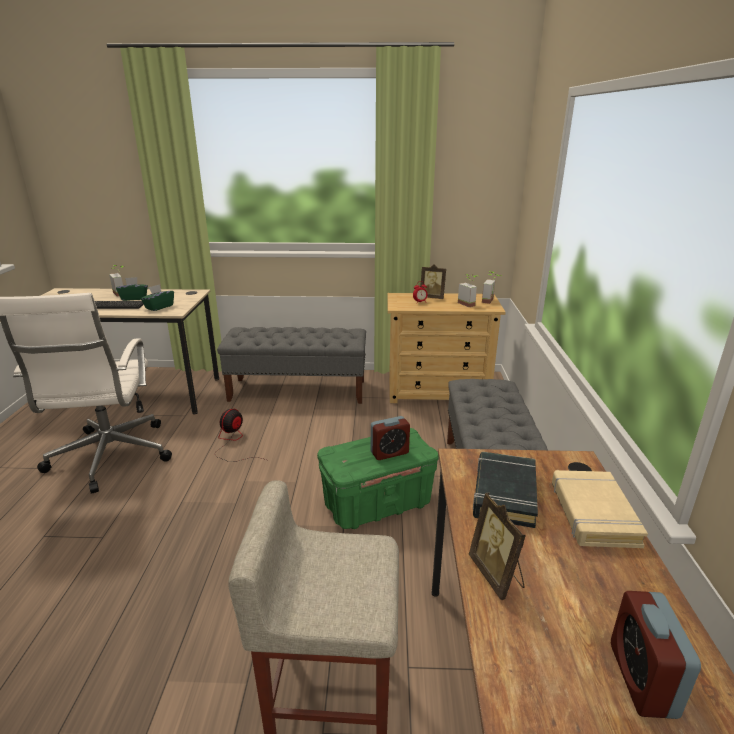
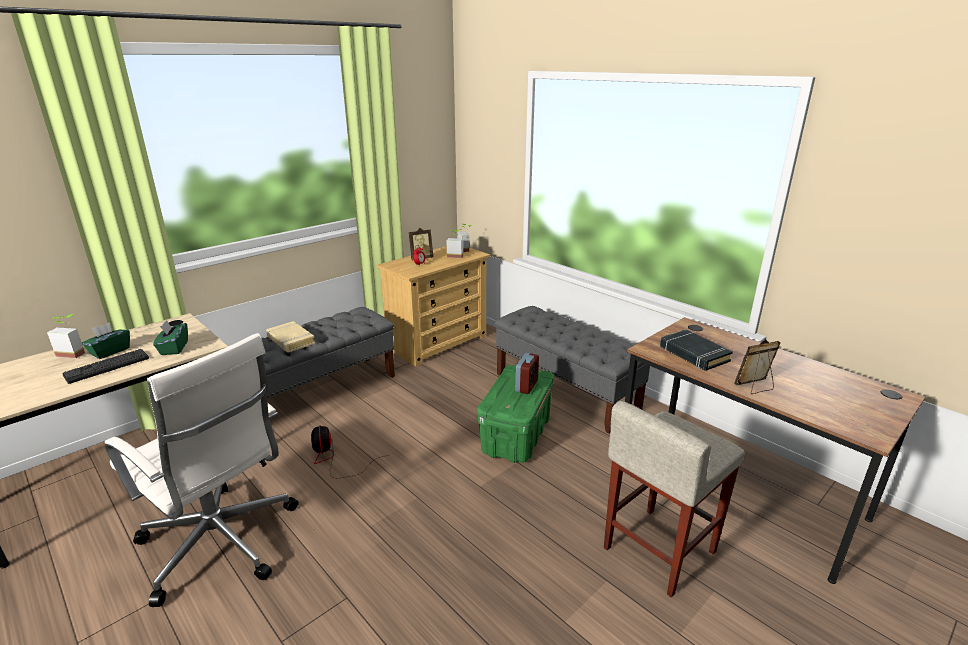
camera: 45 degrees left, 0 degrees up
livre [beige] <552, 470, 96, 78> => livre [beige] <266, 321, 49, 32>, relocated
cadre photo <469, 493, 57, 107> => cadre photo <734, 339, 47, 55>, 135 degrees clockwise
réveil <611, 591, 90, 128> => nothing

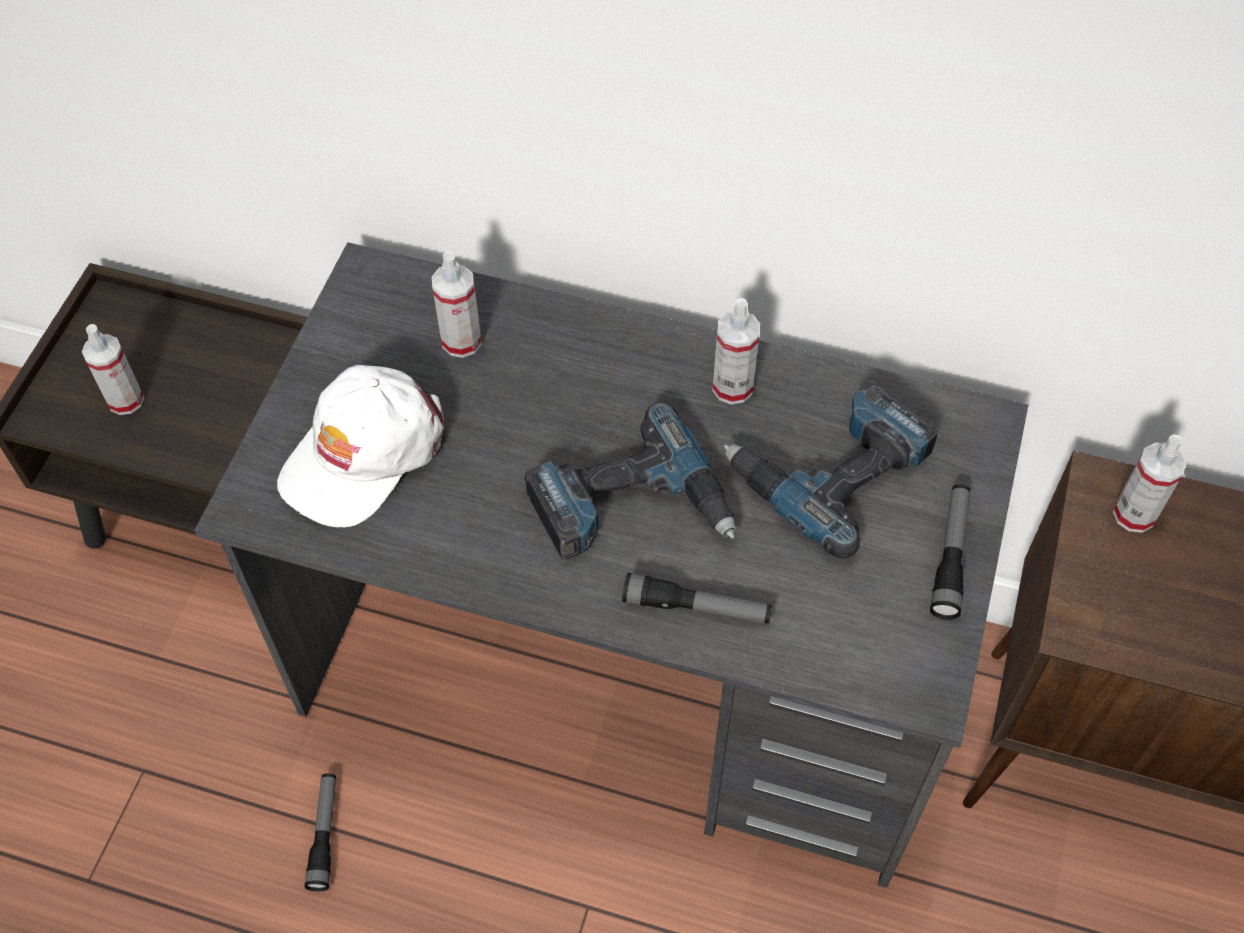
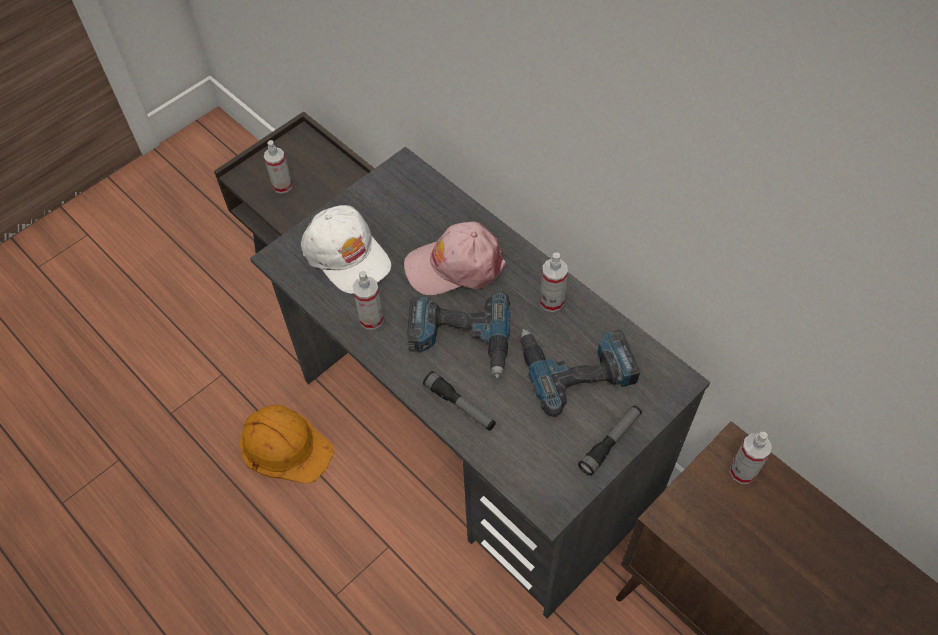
camera: 30 degrees right, 0 degrees up
lampe de poche <304, 773, 32, 118> => casque de chantier [orange] <240, 405, 95, 79>
casquette [blanc] <277, 365, 167, 163> => casquette [blanc] <301, 205, 90, 89>, 105 degrees counterclockwise
vaporisateur <432, 250, 50, 108> => vaporisateur <352, 271, 32, 59>, relocated
nothing => casquette [rose] <404, 222, 102, 73>

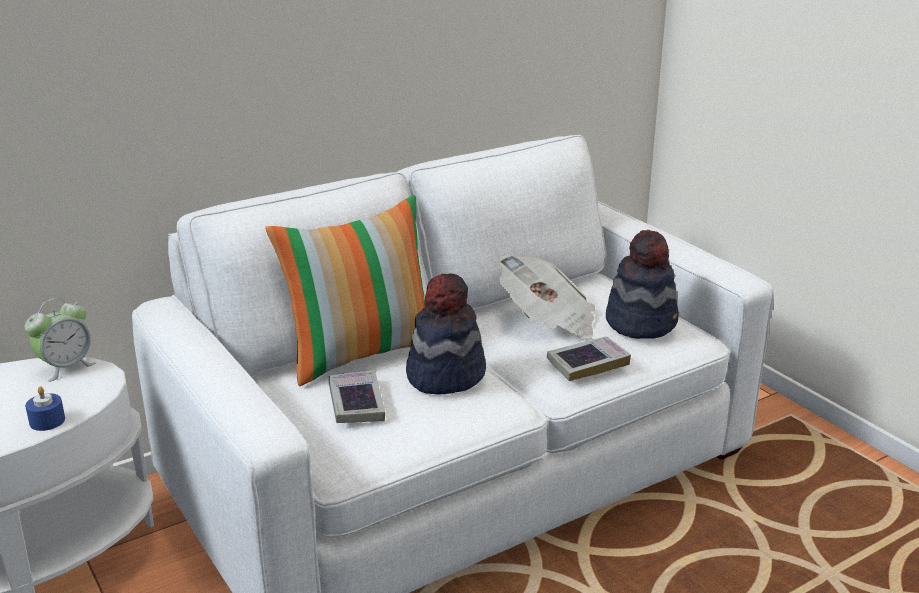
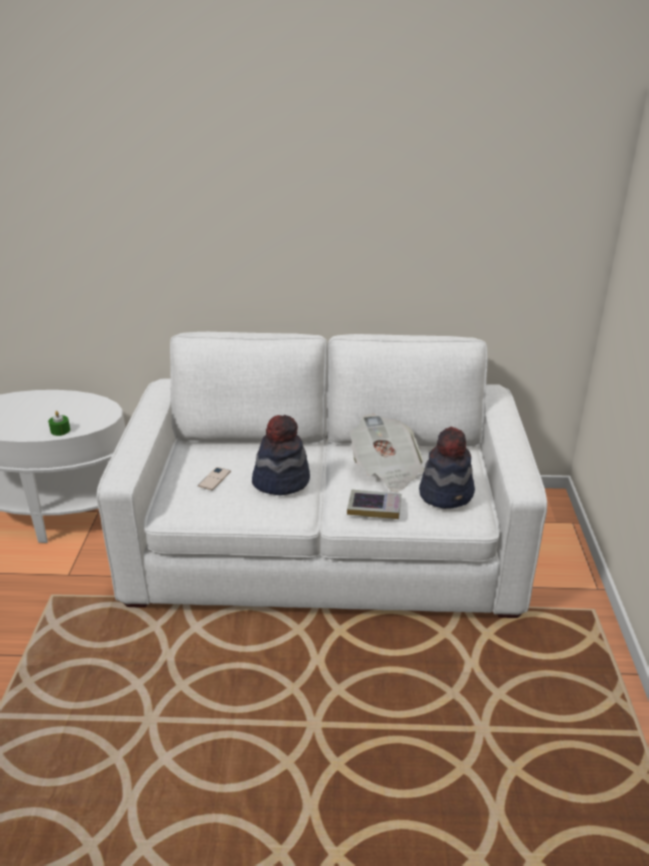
camera: 35 degrees right, 5 degrees up
bougie [bleu] <25, 386, 40, 45> => bougie [vert] <48, 411, 22, 25>
livre <329, 370, 56, 53> => téléphone <198, 467, 33, 23>
réveil <25, 298, 71, 84> => nothing
coussin <265, 195, 160, 191> => nothing

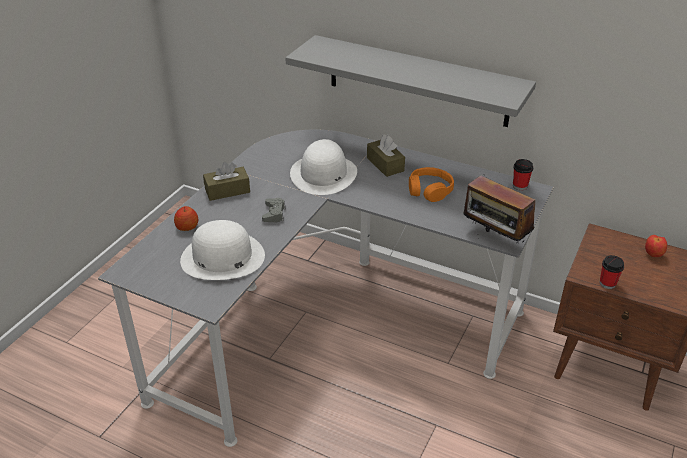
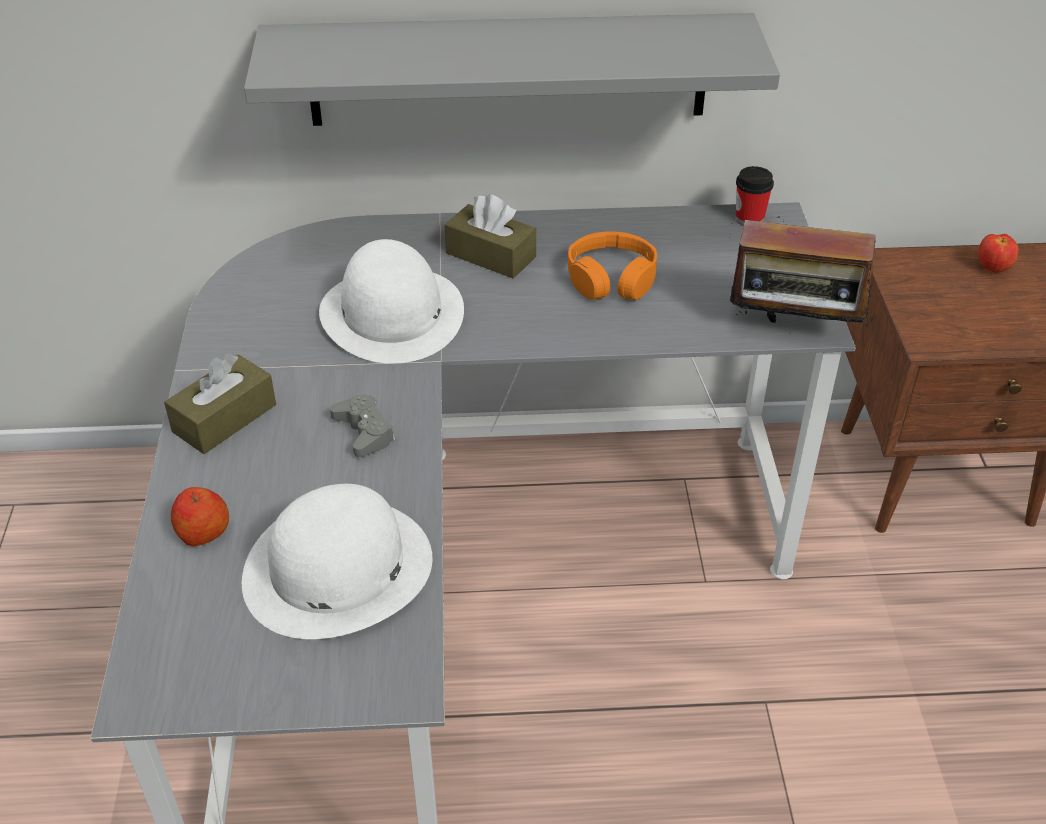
camera: 30 degrees left, 5 degrees up
tasse <600, 255, 24, 34> => nothing

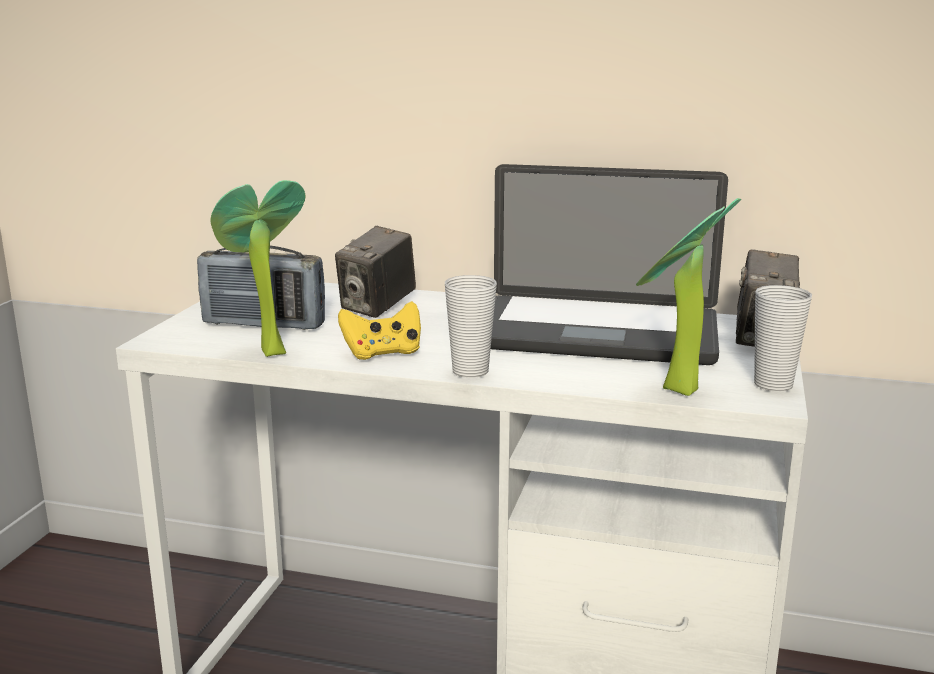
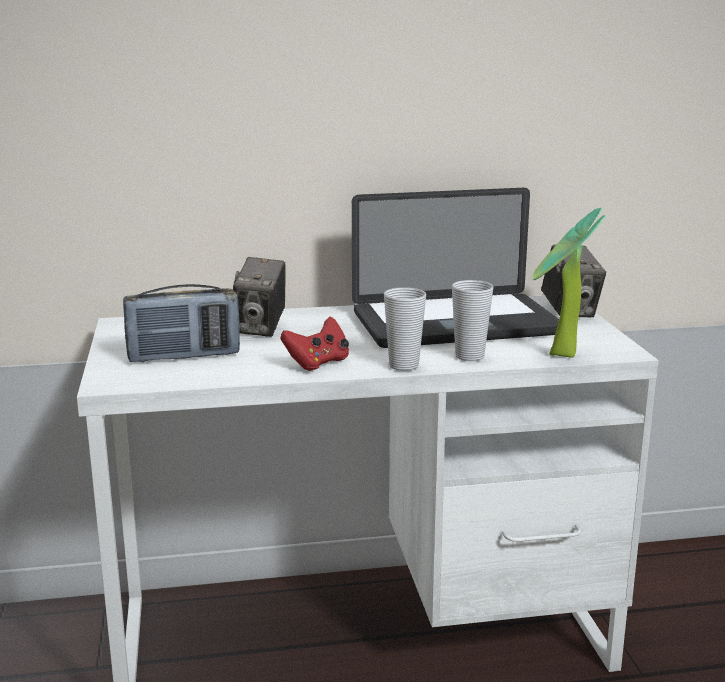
camera: 25 degrees left, 0 degrees up
manette [jaune] <338, 301, 83, 59> => manette [rouge] <280, 317, 69, 54>
tasse <754, 285, 58, 107> => tasse <452, 280, 42, 81>, relocated
plante en pot <211, 180, 94, 177> => nothing

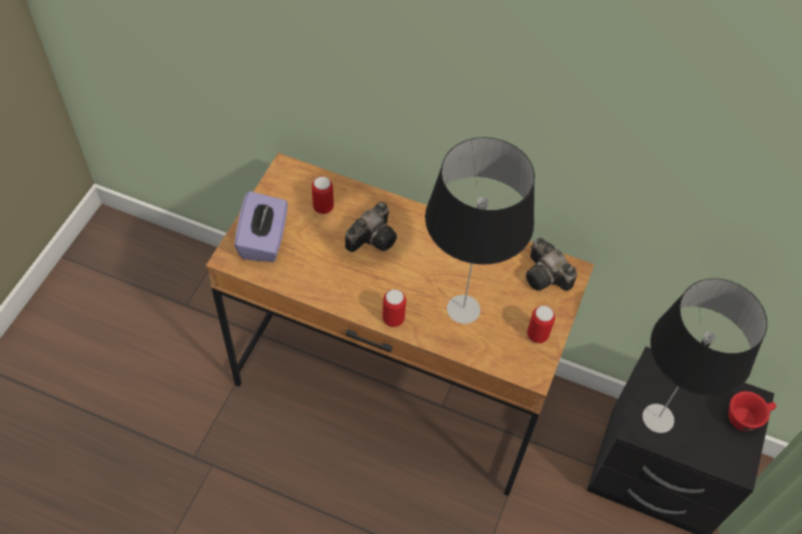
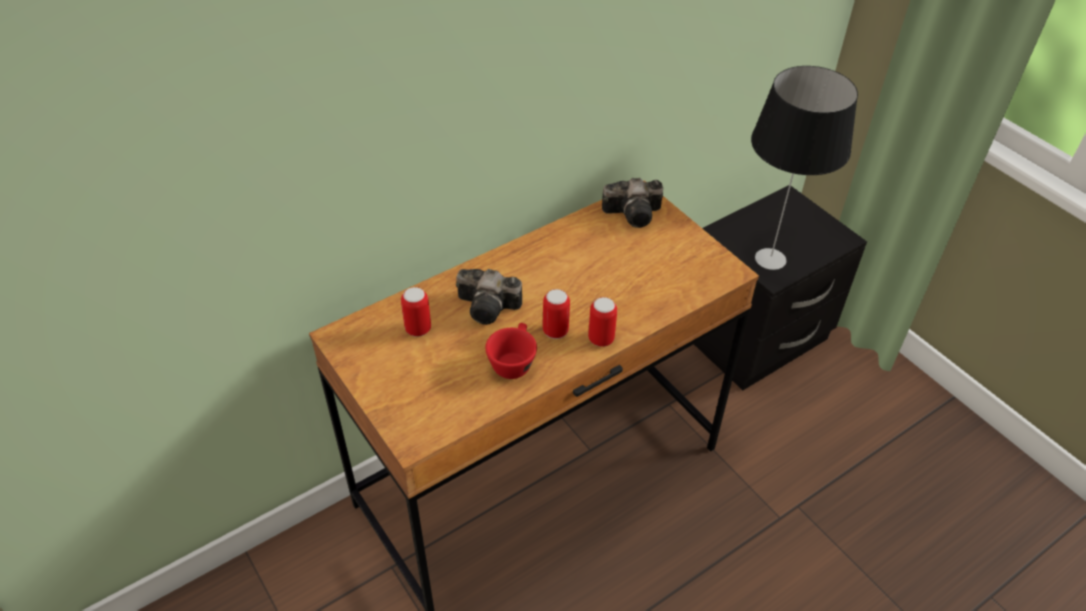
camera: 55 degrees left, 10 degrees down
appareil photo <345, 202, 52, 50> => appareil photo <456, 269, 66, 56>, 120 degrees clockwise
tasse [rouge] <728, 391, 48, 40> => tasse [rouge] <485, 323, 52, 56>, relocated
boîte métallique <527, 306, 28, 38> => boîte métallique <543, 289, 27, 50>, relocated
boîte à mouchoirs [violet] <235, 191, 53, 71> => nothing
lampe de table <425, 137, 110, 187> => nothing

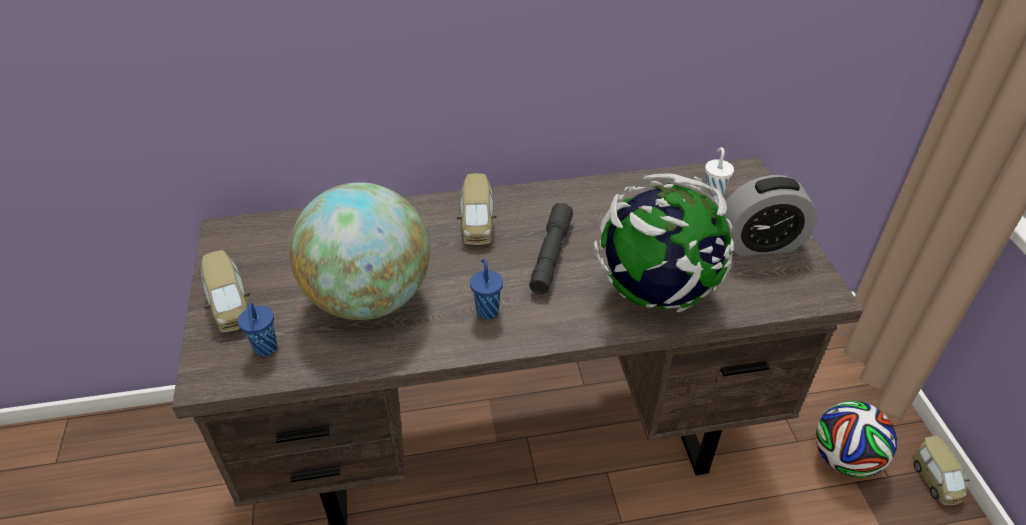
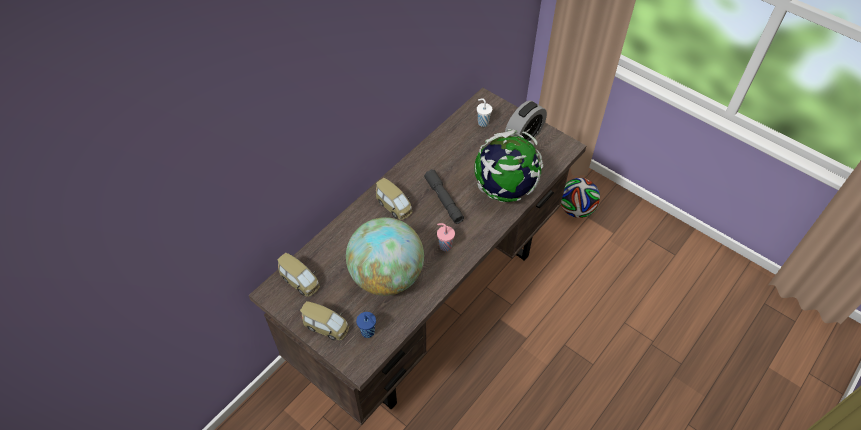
camera: 40 degrees left, 10 degrees up
petite voiture <912, 436, 57, 69> => petite voiture <277, 253, 43, 44>, relocated
tasse [bleu] <470, 259, 33, 60> => tasse [rose] <437, 223, 18, 28>

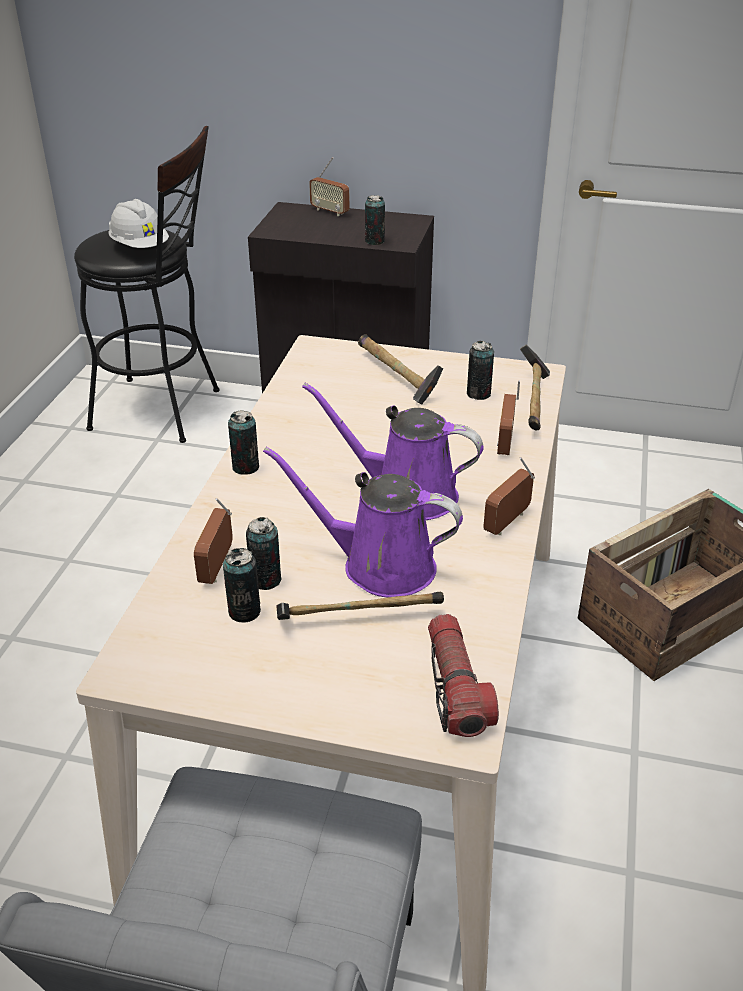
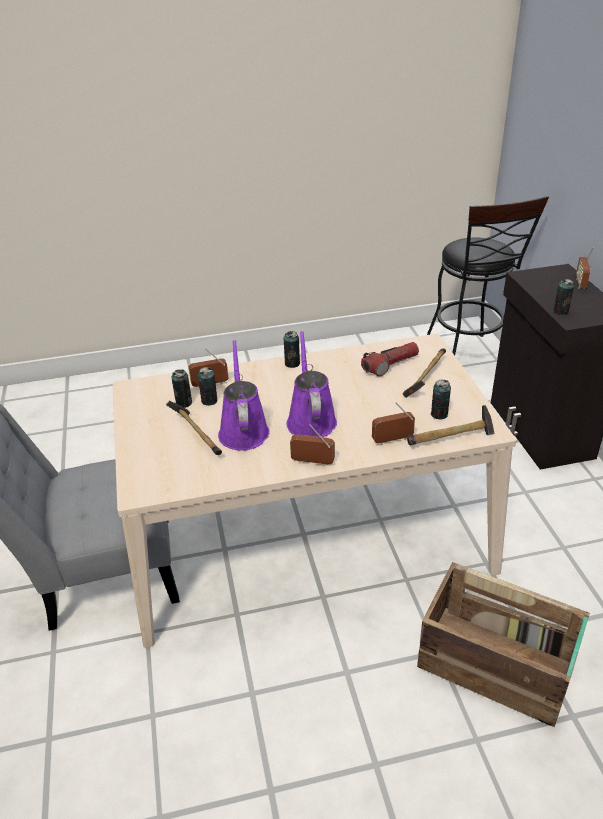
camera: 65 degrees right, 0 degrees up
lampe de poche <428, 614, 71, 123> => lampe de poche <361, 342, 58, 34>, relocated
casque de chantier [blanc] <108, 199, 61, 49> => nothing

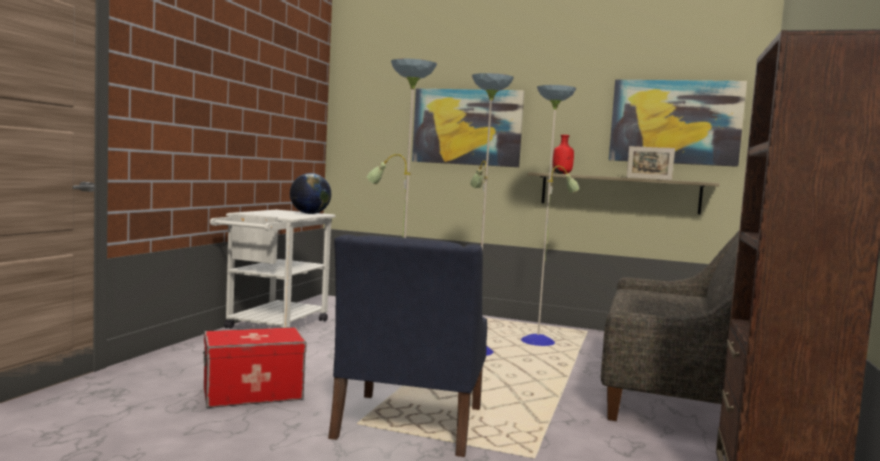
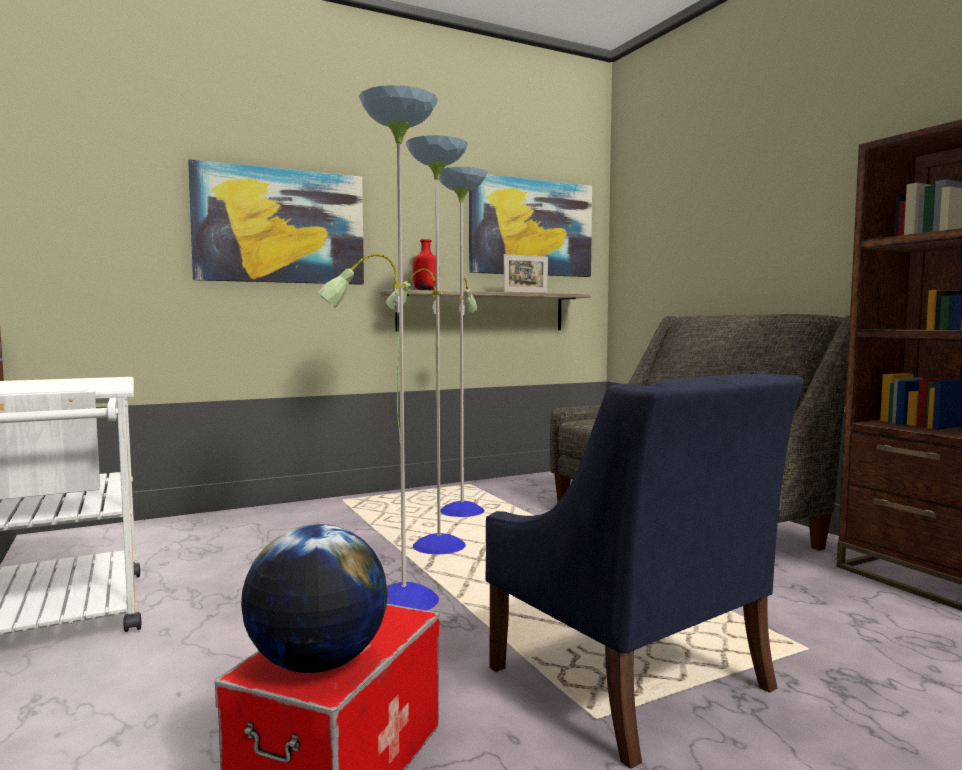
camera: 45 degrees left, 0 degrees up
globe <290, 173, 41, 41> => globe <241, 524, 147, 149>, relocated

